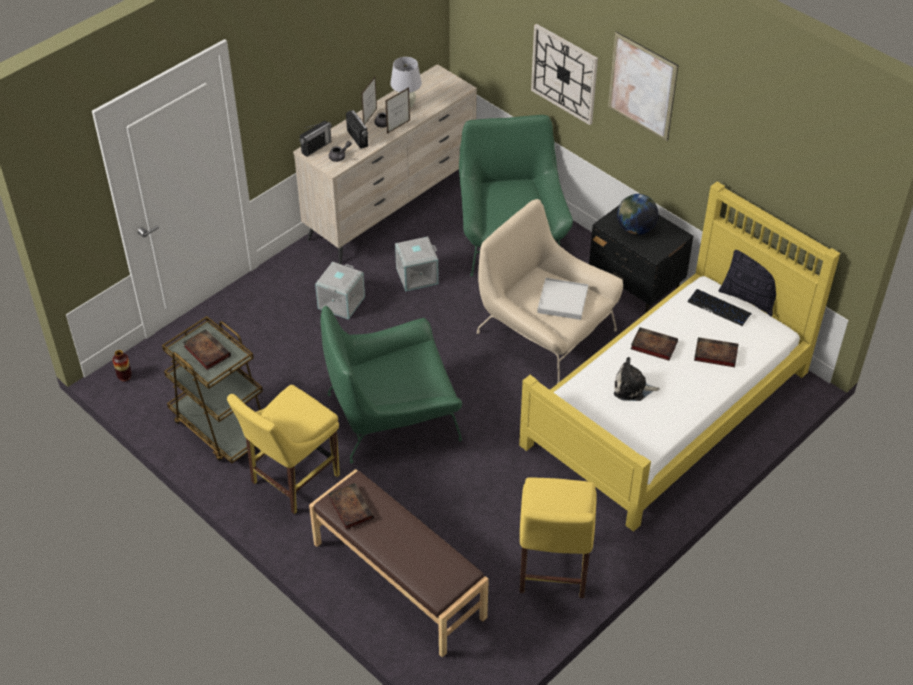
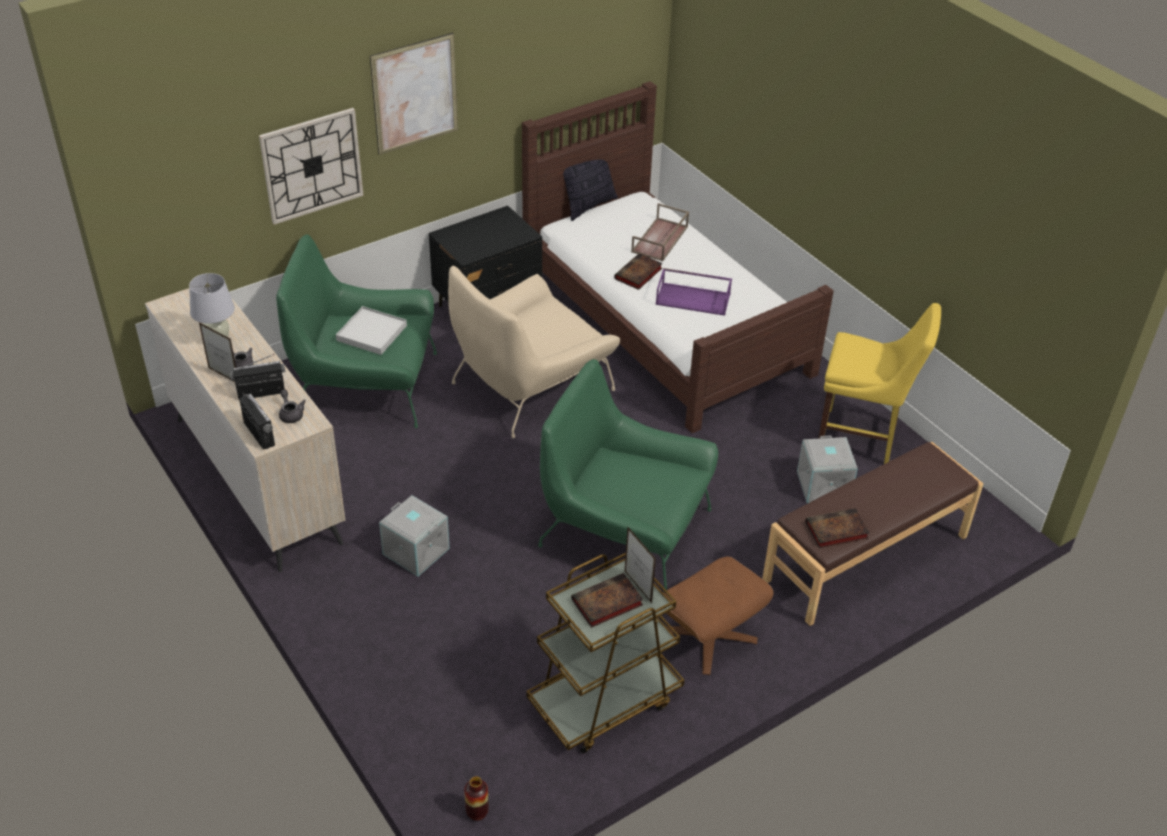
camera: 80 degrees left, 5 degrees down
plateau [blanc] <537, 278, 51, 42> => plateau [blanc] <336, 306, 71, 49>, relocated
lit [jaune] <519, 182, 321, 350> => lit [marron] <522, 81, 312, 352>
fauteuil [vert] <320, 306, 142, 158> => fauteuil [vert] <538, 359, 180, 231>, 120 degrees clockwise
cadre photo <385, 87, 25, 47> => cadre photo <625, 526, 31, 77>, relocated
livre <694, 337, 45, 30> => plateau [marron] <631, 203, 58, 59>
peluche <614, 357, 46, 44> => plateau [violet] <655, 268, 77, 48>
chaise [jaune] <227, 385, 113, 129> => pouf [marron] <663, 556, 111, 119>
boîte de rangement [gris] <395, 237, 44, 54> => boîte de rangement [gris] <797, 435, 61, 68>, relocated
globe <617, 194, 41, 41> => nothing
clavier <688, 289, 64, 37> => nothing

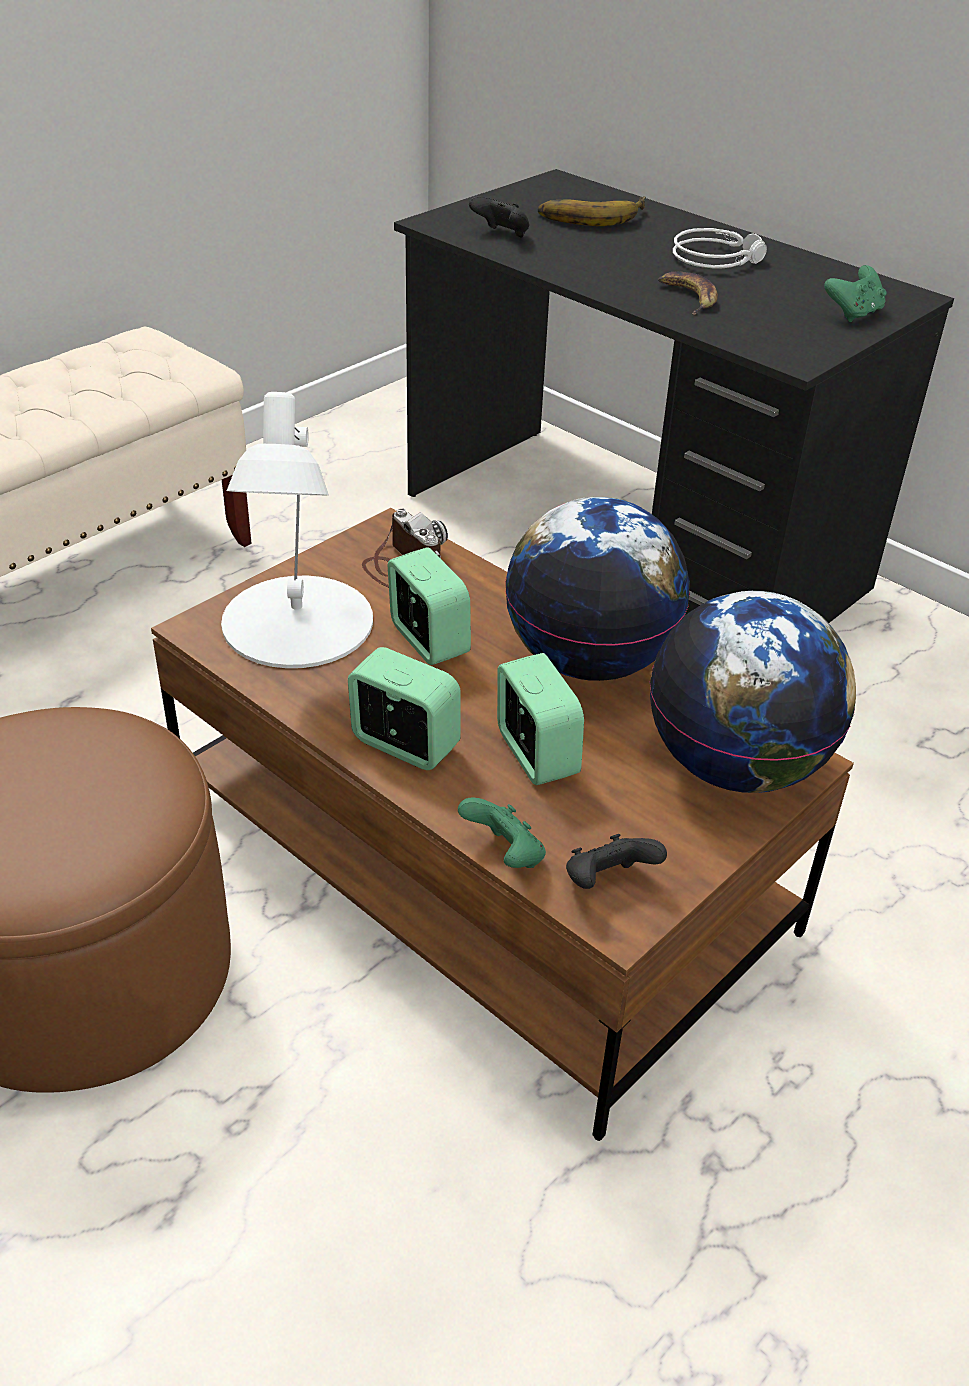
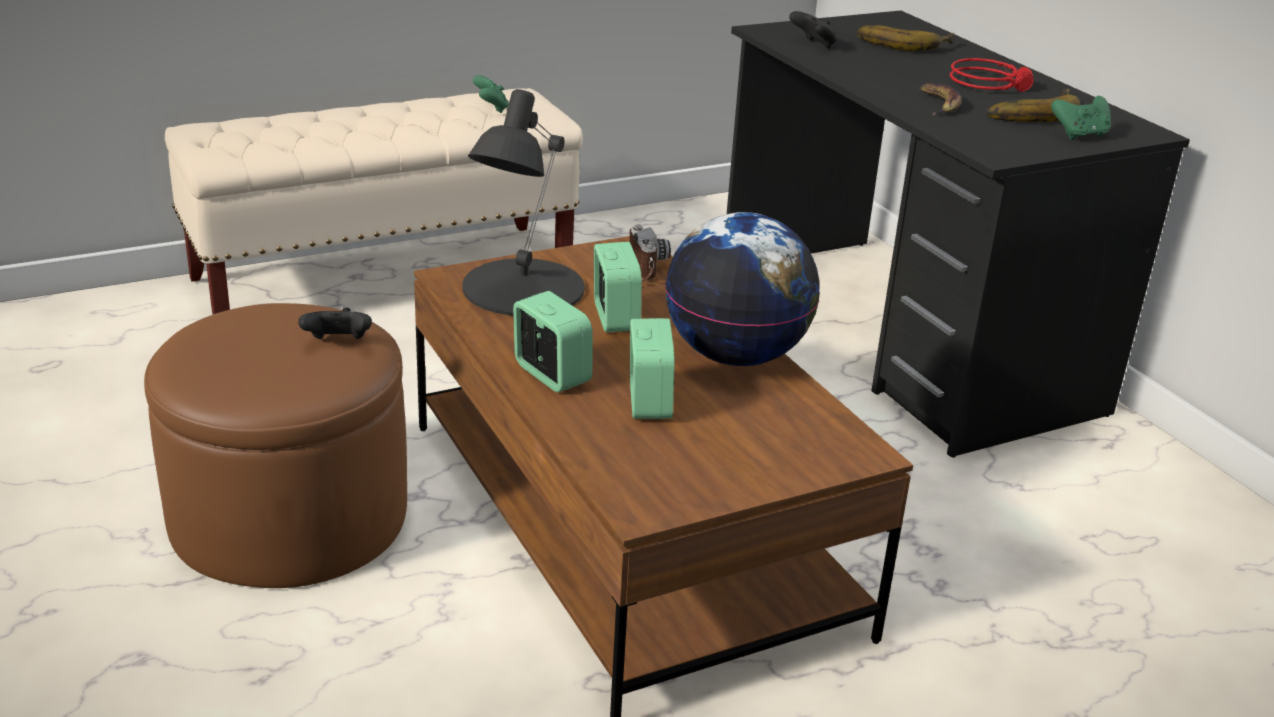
camera: 20 degrees right, 10 degrees down
manette [noir] <566, 834, 101, 55> => manette [noir] <298, 308, 74, 31>, relocated
lampe de table [blanc] <221, 392, 152, 276> => lampe de table [noir] <462, 89, 123, 227>
manette [vert] <458, 797, 88, 71> => manette [vert] <473, 75, 36, 38>, relocated
casque audio [gris] <673, 228, 94, 40> => casque audio [rouge] <950, 58, 83, 34>
nothing => banane <986, 88, 94, 34>
globe <650, 591, 206, 202> => nothing

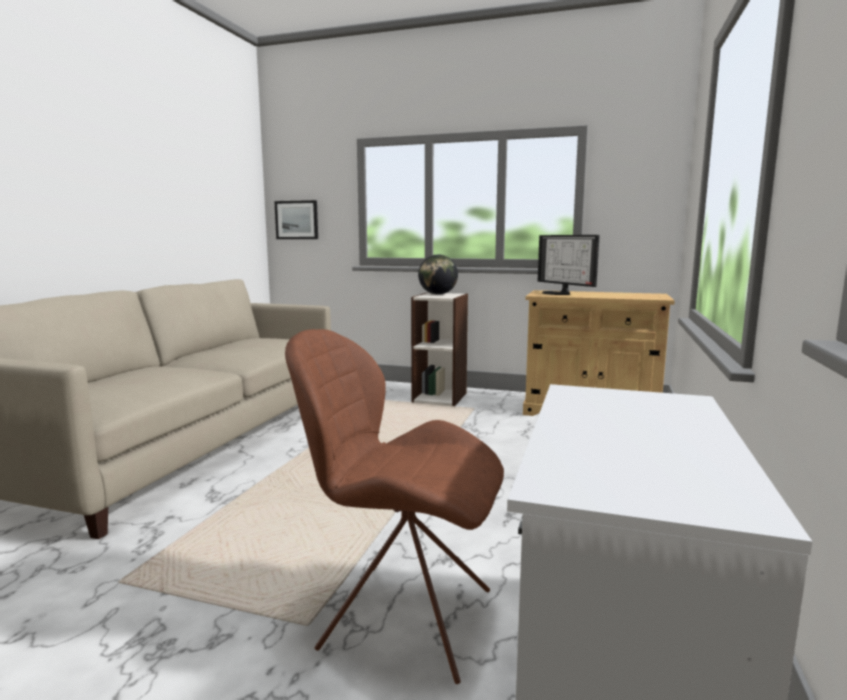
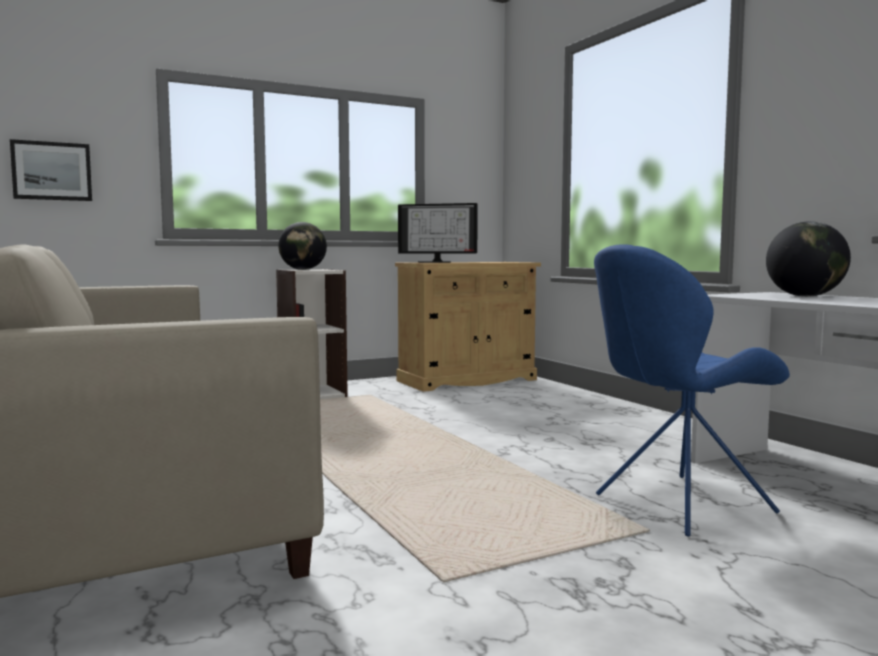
camera: 45 degrees left, 5 degrees down
chaise [marron] <285, 329, 219, 355> => chaise [bleu] <594, 244, 196, 292>
nothing => globe <766, 221, 85, 76>

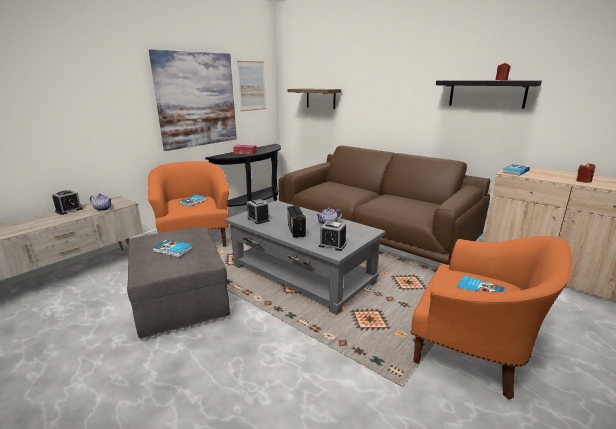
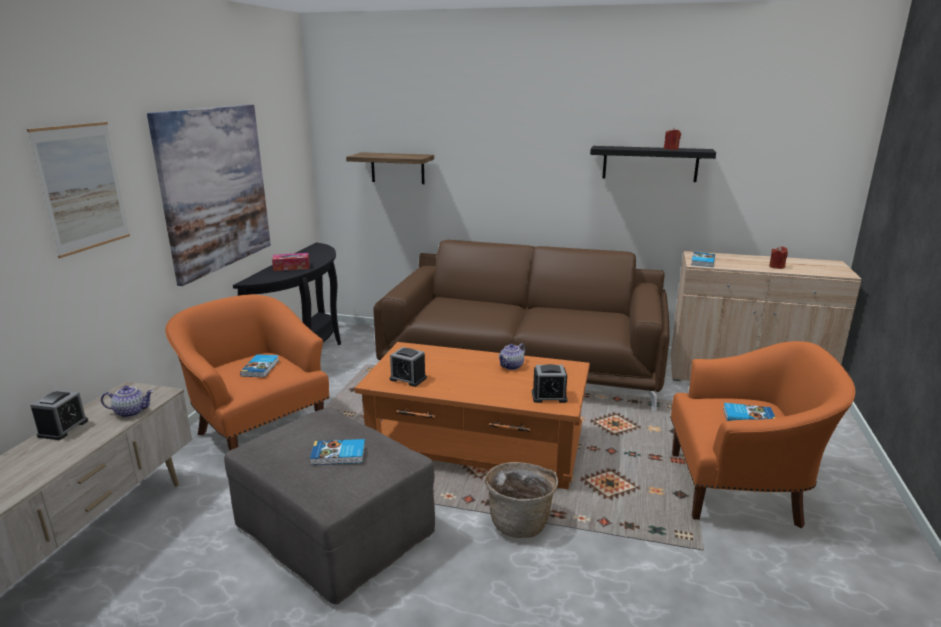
camera: 25 degrees left, 0 degrees up
tableau <237, 61, 29, 50> => tableau <27, 122, 103, 136>, relocated
table basse [gris] <225, 200, 161, 115> => table basse [orange] <355, 342, 235, 147>
nothing => panier <485, 462, 73, 76>
radio <288, 205, 18, 33> => nothing

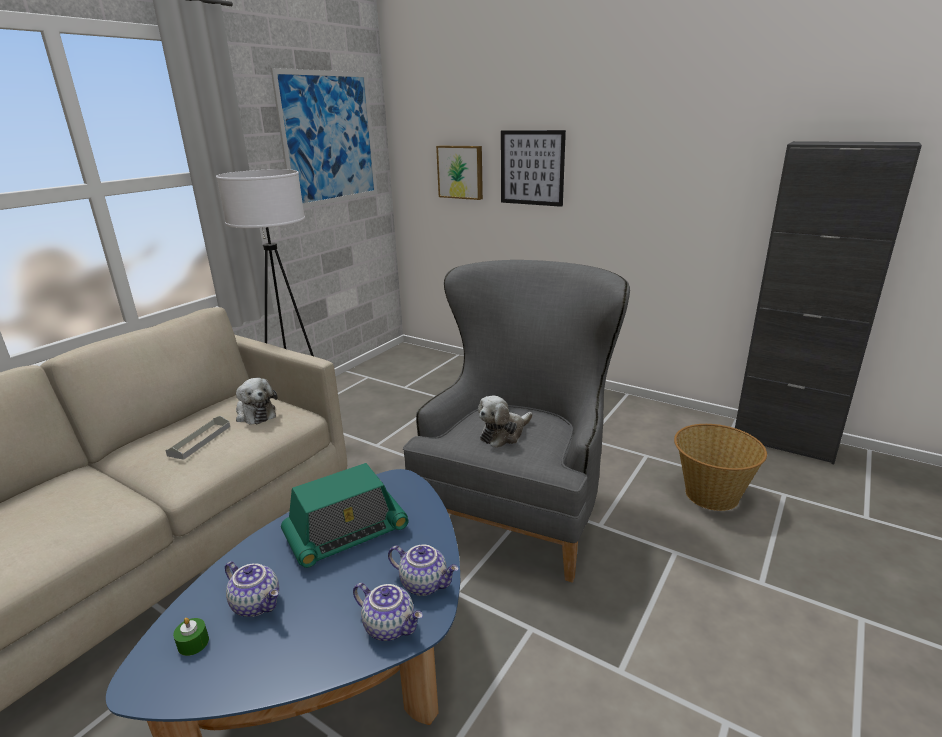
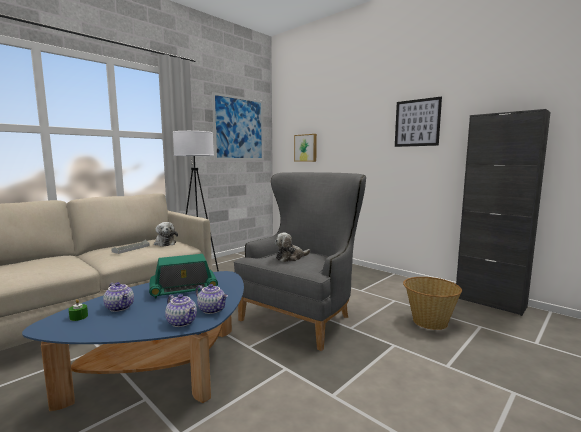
camera: 10 degrees right, 15 degrees down
tableau <501, 130, 65, 77> => tableau <395, 97, 47, 50>, relocated

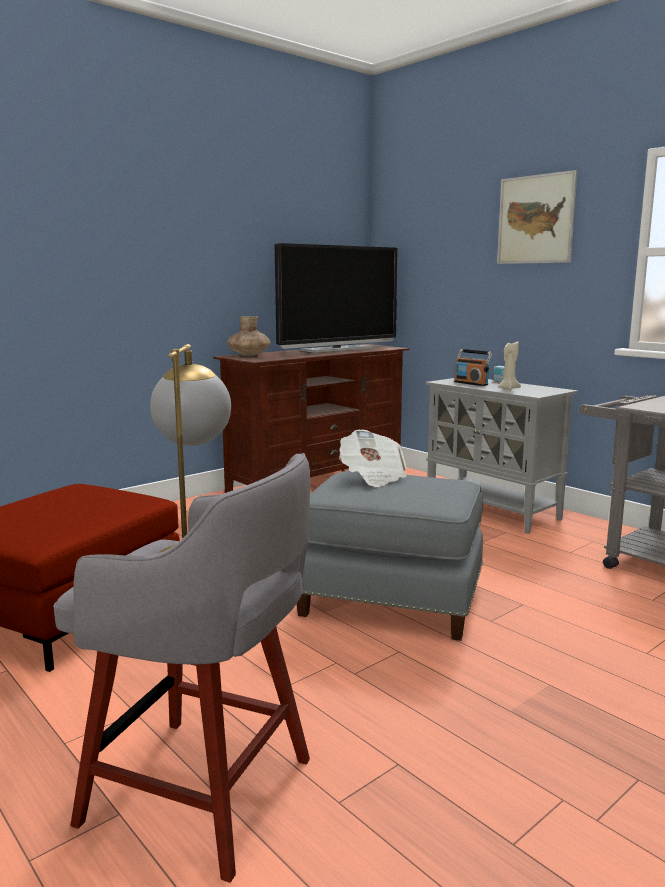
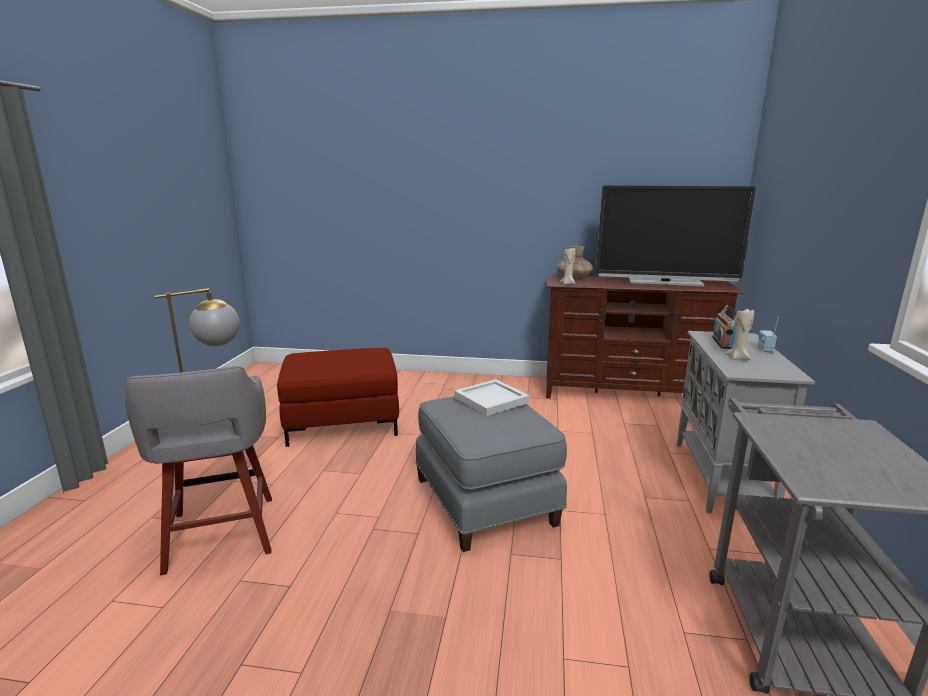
camera: 50 degrees right, 5 degrees up
journal <339, 430, 68, 57> => plateau [blanc] <454, 379, 76, 37>
nothing => bougie [beige] <560, 248, 16, 37>
tableau <497, 170, 81, 94> => nothing

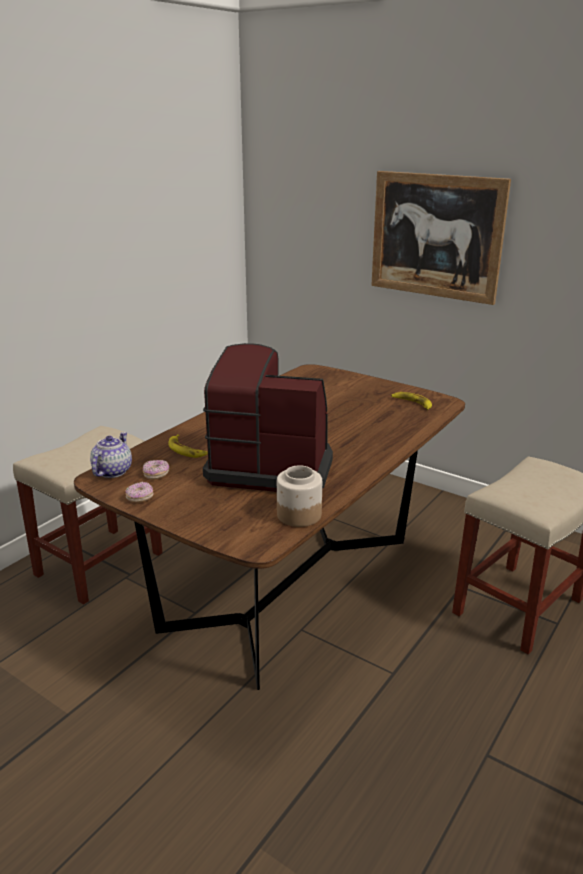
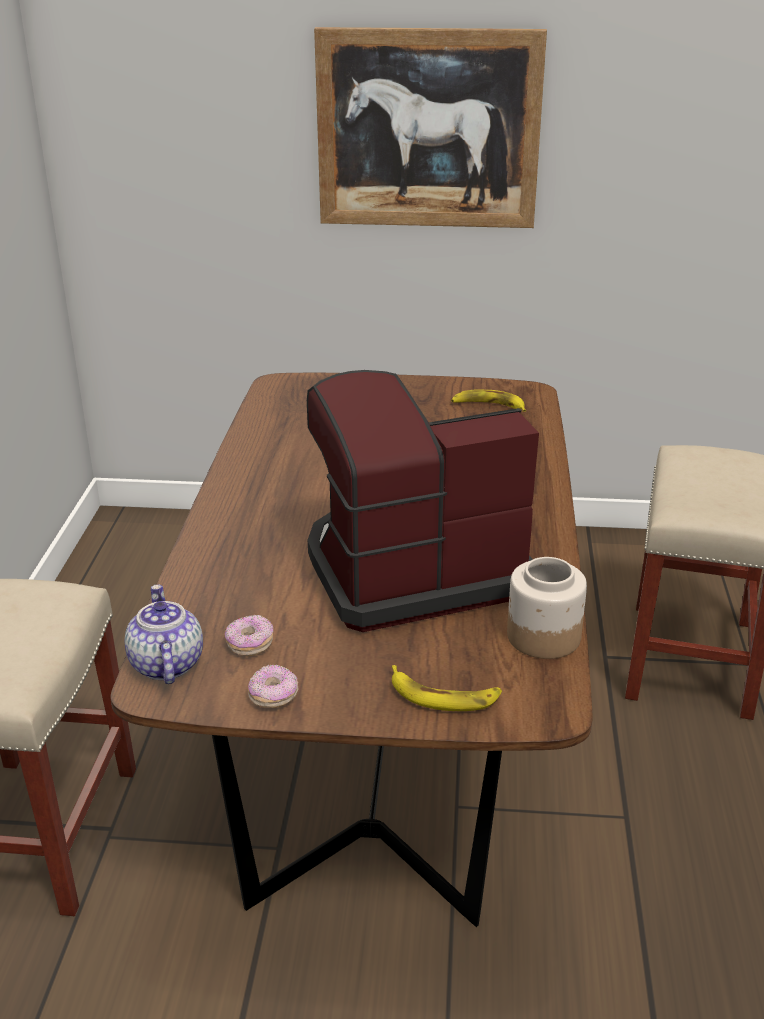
camera: 30 degrees left, 5 degrees up
banane <168, 434, 40, 24> => banane <392, 665, 110, 46>, relocated

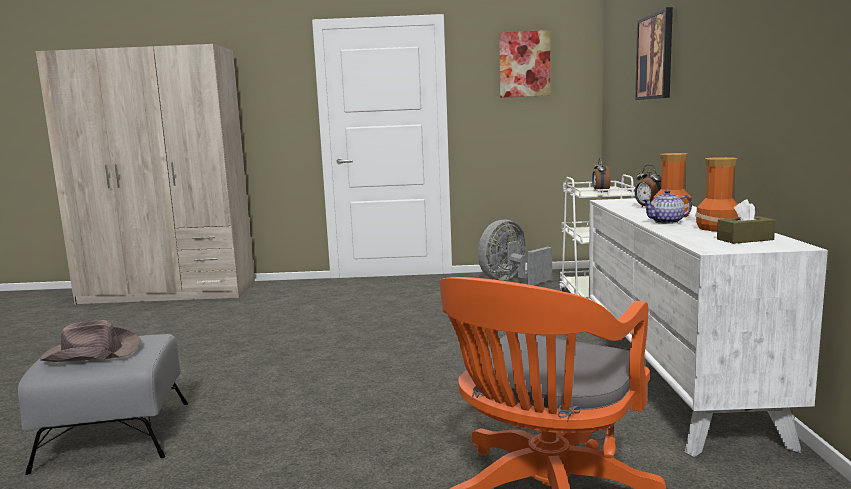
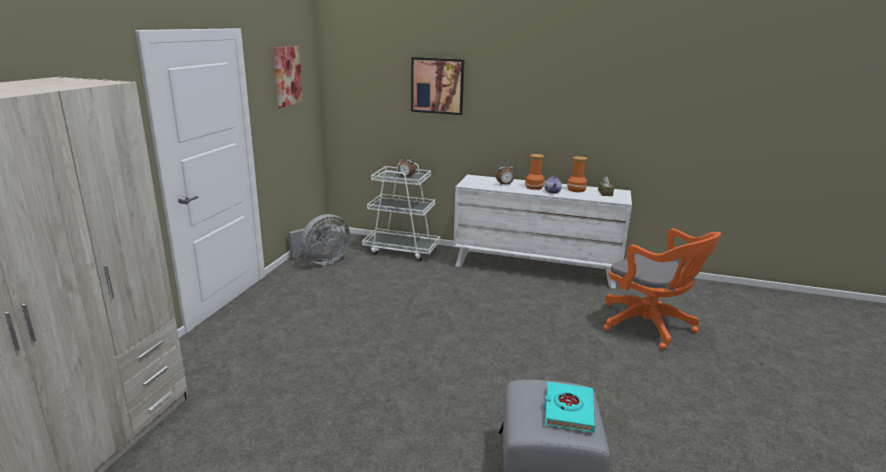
camera: 75 degrees left, 10 degrees up
ventilateur [gris] <478, 220, 74, 65> => ventilateur [gris] <288, 214, 62, 51>, 105 degrees counterclockwise
chapeau [marron] <40, 320, 101, 42> => livre [turquoise] <544, 382, 52, 51>

